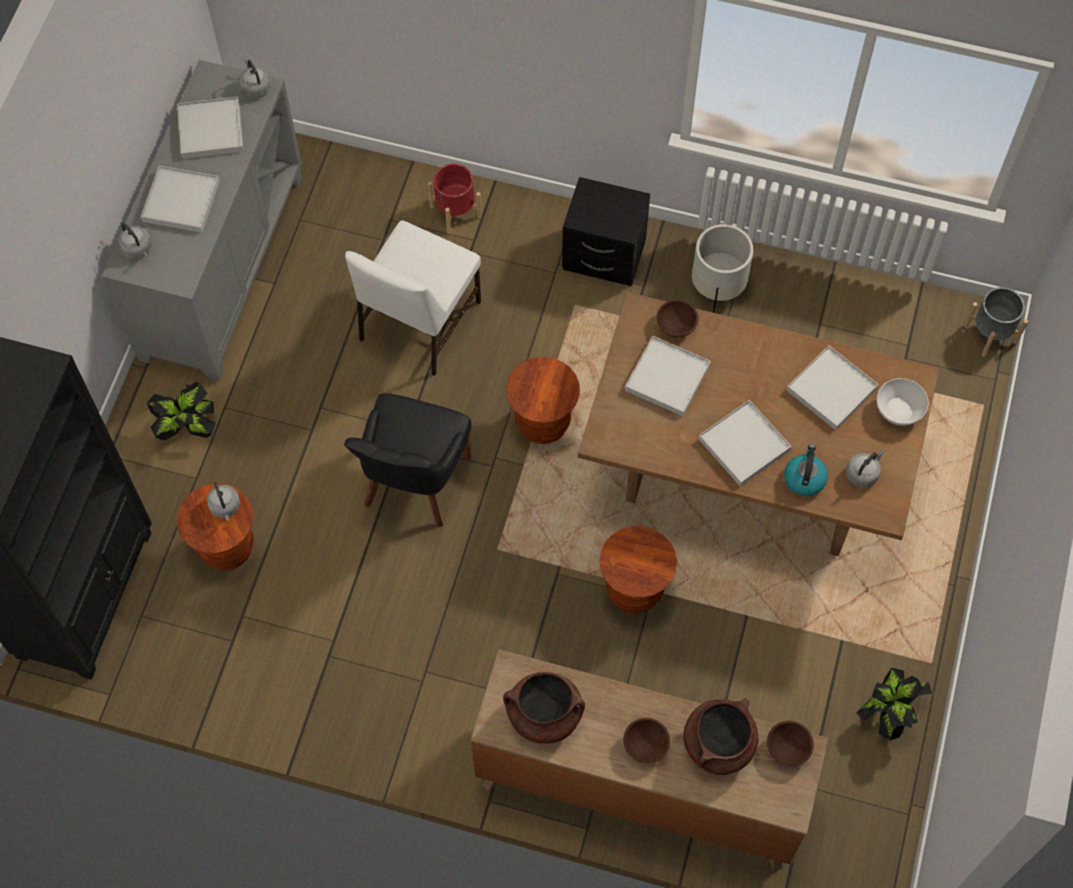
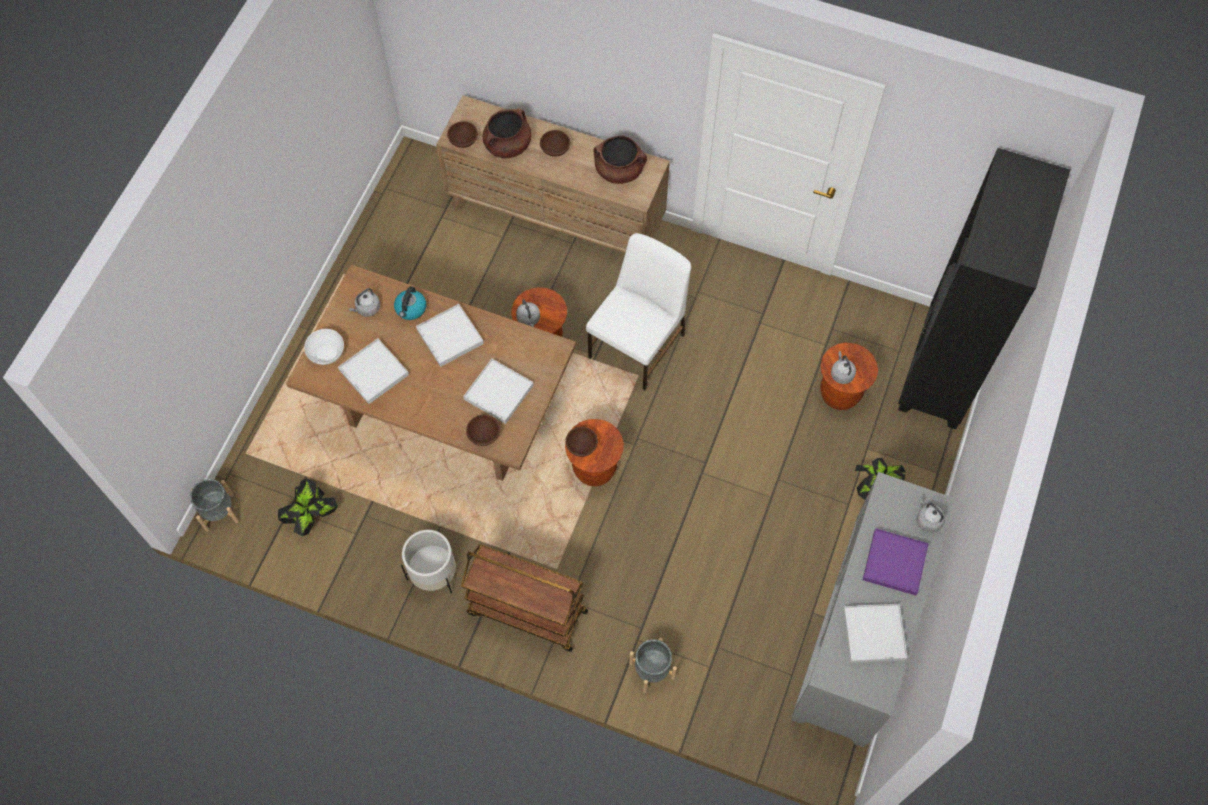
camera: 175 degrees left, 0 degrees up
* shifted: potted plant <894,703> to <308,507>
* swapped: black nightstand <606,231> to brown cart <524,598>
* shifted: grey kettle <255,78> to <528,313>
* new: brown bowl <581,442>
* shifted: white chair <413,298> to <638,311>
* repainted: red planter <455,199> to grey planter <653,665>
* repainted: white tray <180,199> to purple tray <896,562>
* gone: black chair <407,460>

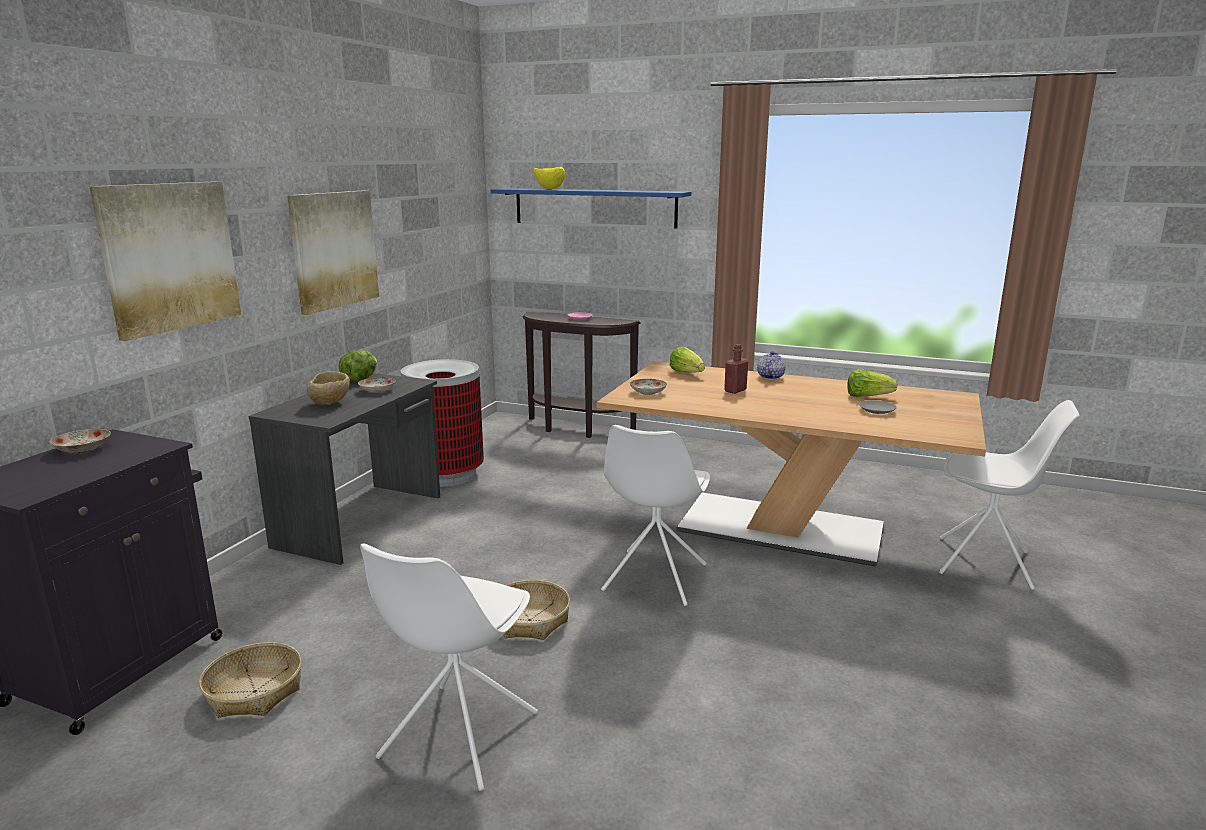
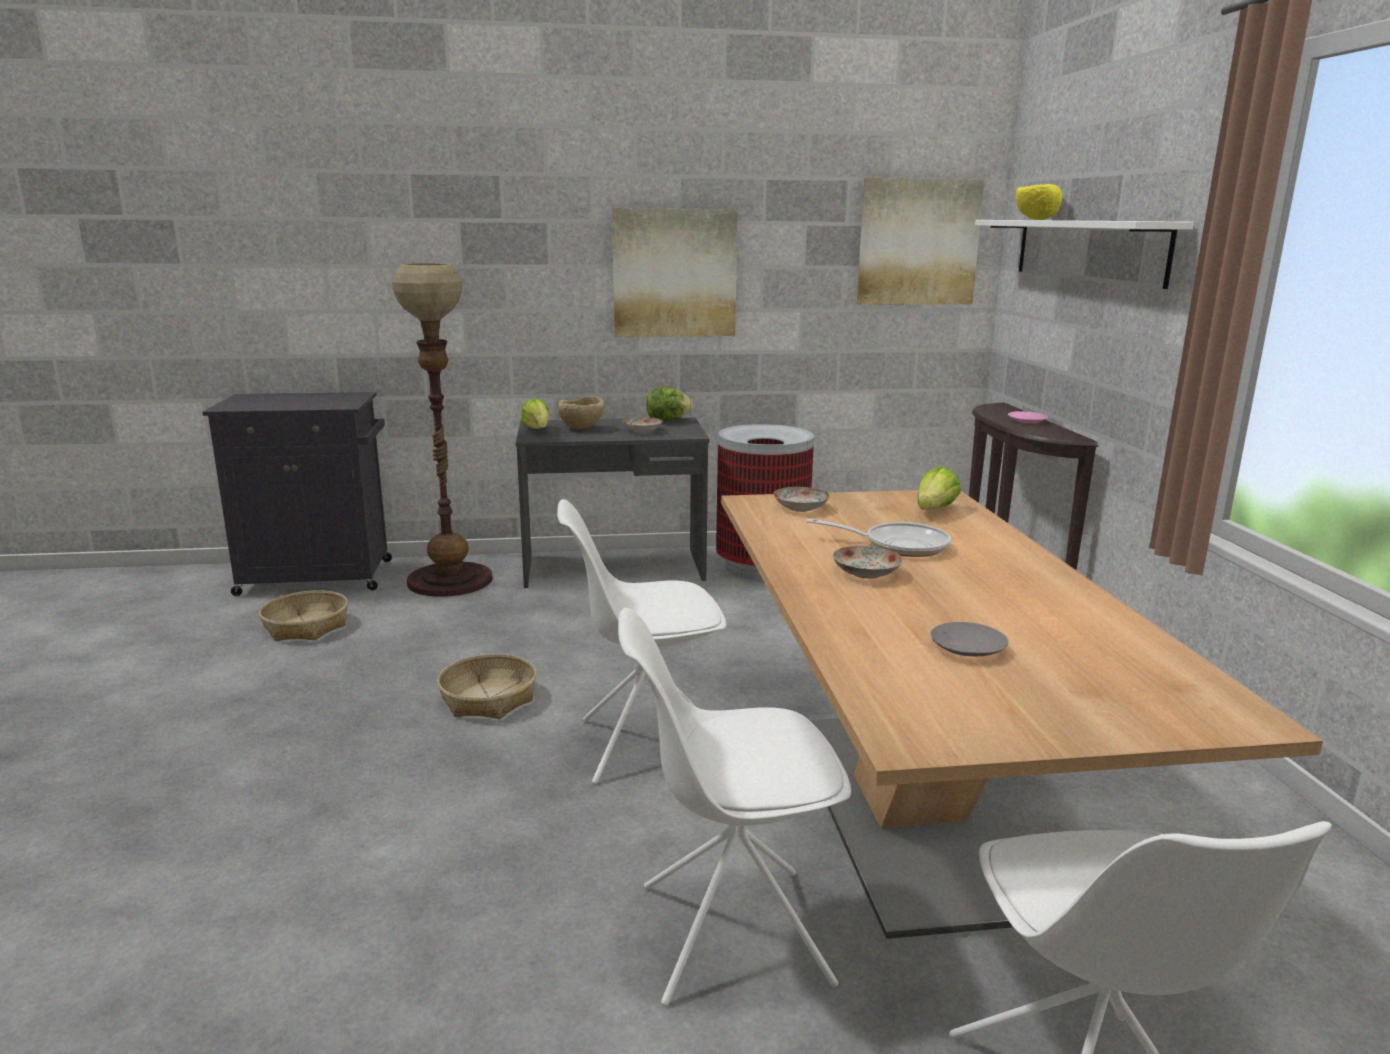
camera: 60 degrees right, 0 degrees up
* new: floor lamp <442,430>
* shifted: lettuce <872,383> to <535,413>
* shifted: white chair <449,667> to <734,807>
* swapped: red bottle <736,369> to frying pan <879,538>
* shifted: plate <80,441> to <868,562>
* shifted: picture <165,261> to <921,241>
* repainted: blue shelf <591,208> to white shelf <1084,254>
* gone: teapot <771,365>

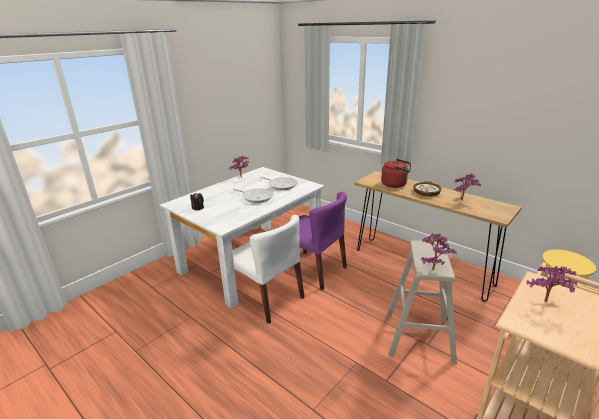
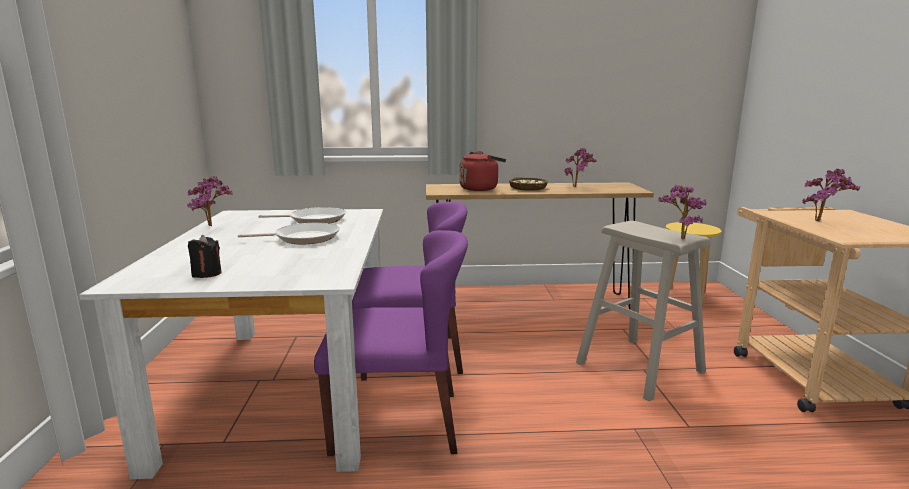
camera: 45 degrees left, 10 degrees down
* repainted: white chair <268,269> to purple chair <391,343>

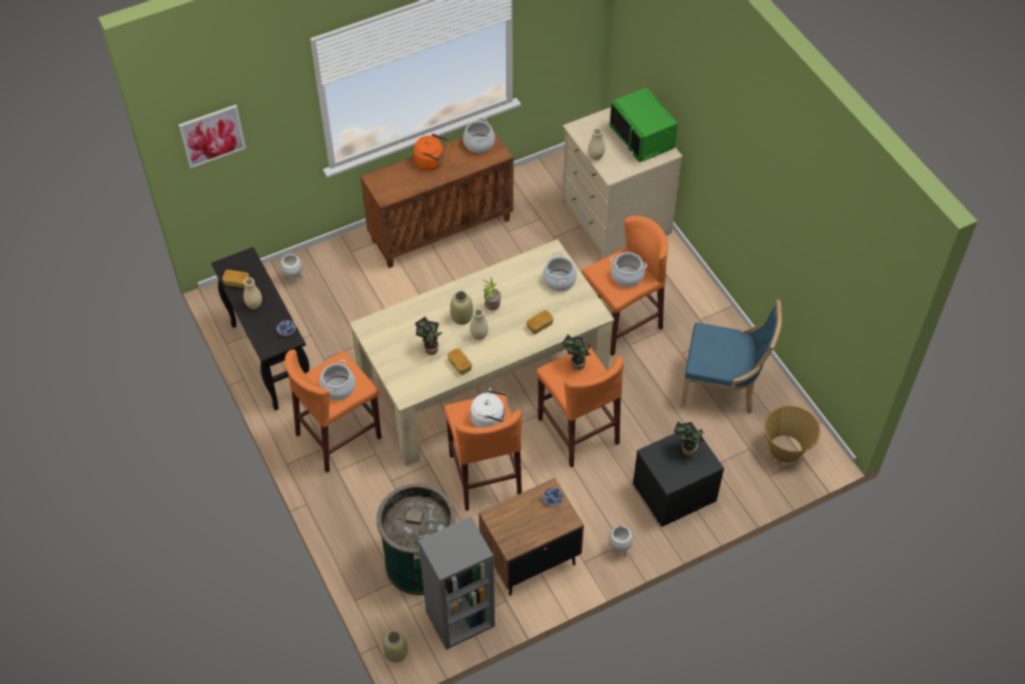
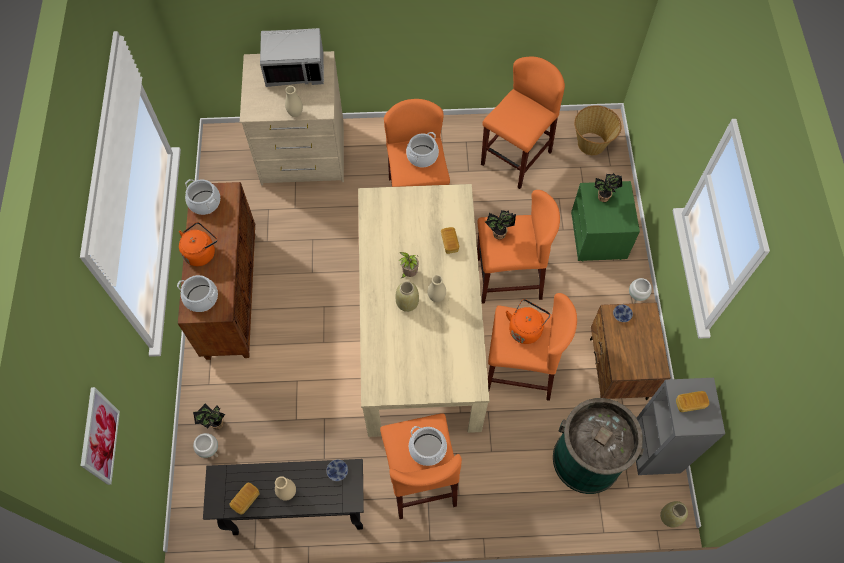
camera: 65 degrees left, 10 degrees up
* shifted: cooking pot <560,272> to <197,293>
* shifted: potted plant <428,336> to <209,416>
* repainted: green microwave <643,124> to grey microwave <292,57>
* swapped: blue chair <730,357> to orange stool <523,123>
* repainted: white kettle <489,408> to orange kettle <528,321>
* repainted: black nightstand <678,476> to green nightstand <605,221>
* shifted: bread <459,361> to <692,401>

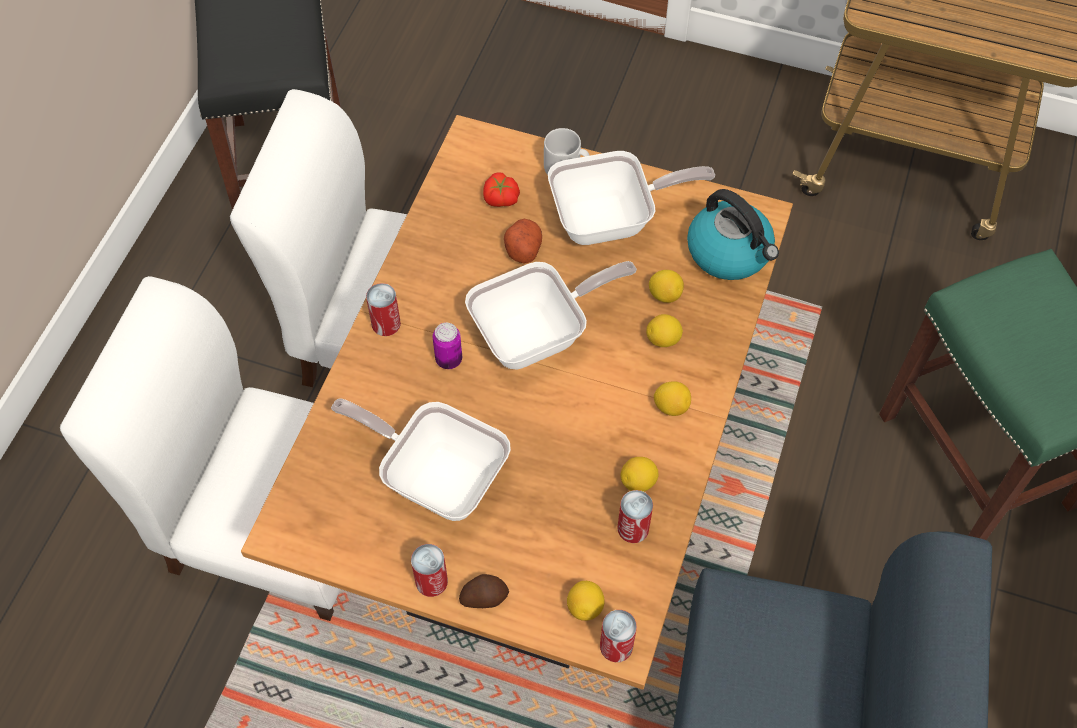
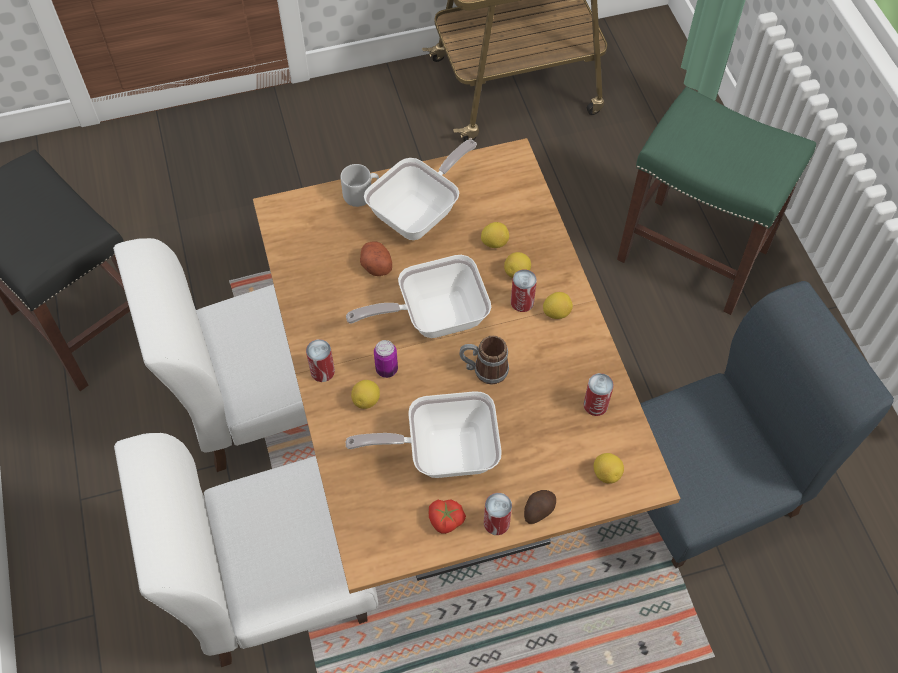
camera: 35 degrees left, 0 degrees up
* rotated: frying pan <551,315> = <418,296> 135 degrees counterclockwise
* shifted: lemon <640,474> to <365,394>
* shifted: tomato <501,189> to <447,516>
* new: mug <484,360>
* shifted: can <618,636> to <524,290>
* gone: kettle <733,234>

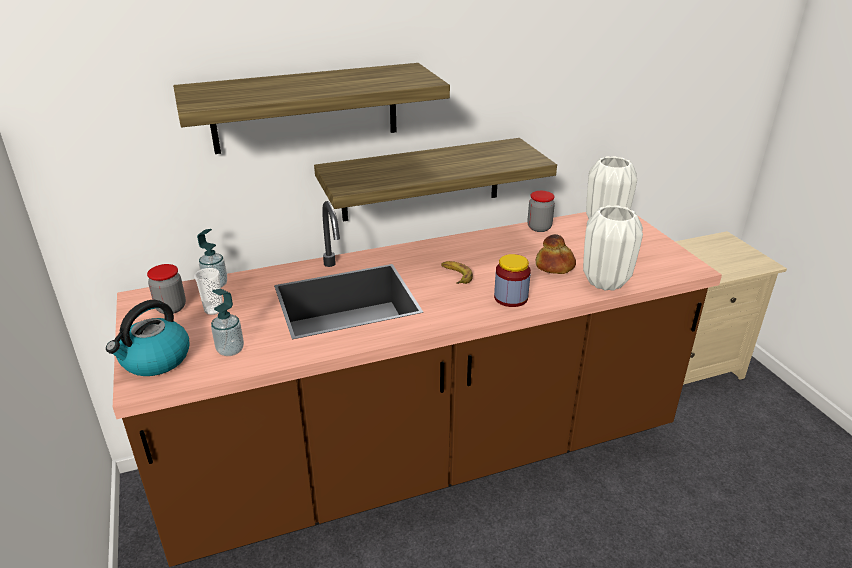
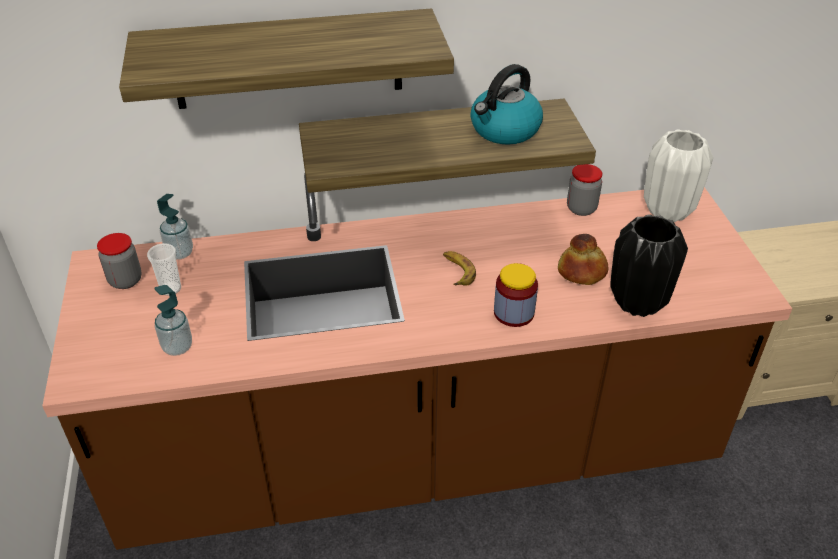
camera: 10 degrees right, 10 degrees up
* shifted: kettle <148,338> to <506,104>
* repainted: white vase <613,248> to black vase <649,265>

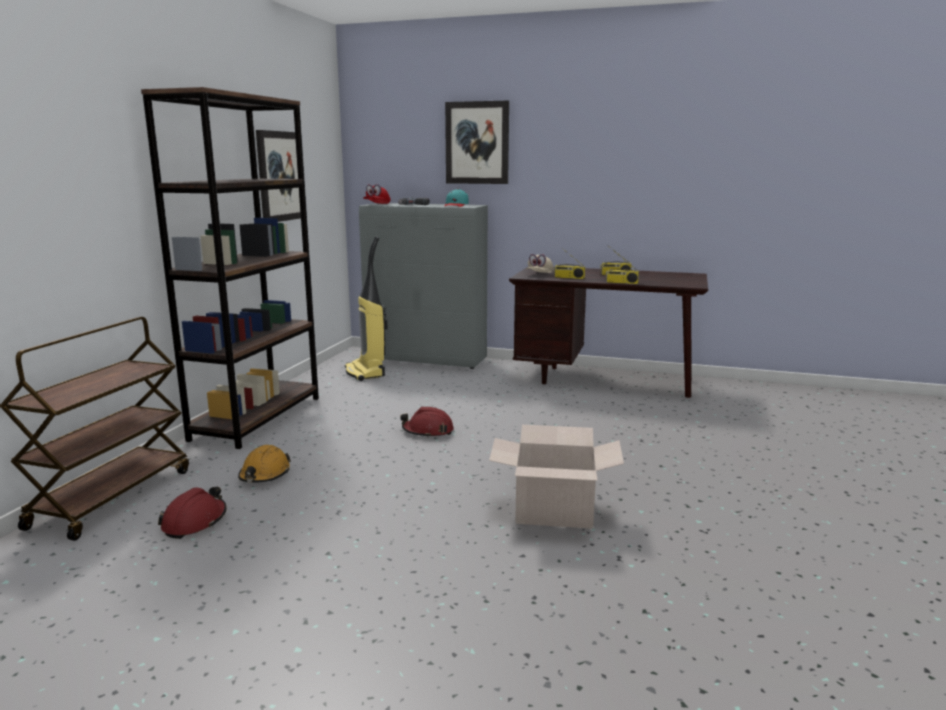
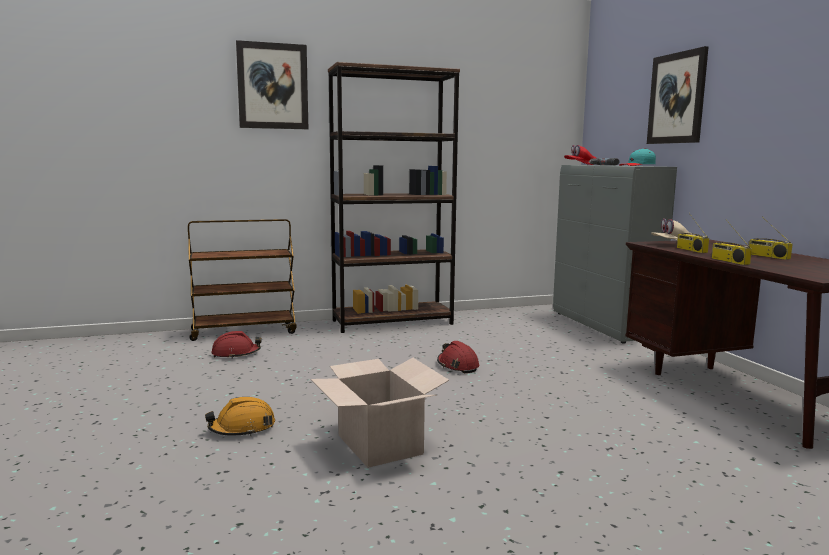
camera: 55 degrees right, 5 degrees down
* shifted: orange hard hat <264,464> to <240,416>
* shifted: picture <278,176> to <272,84>
* gone: vacuum cleaner <366,308>

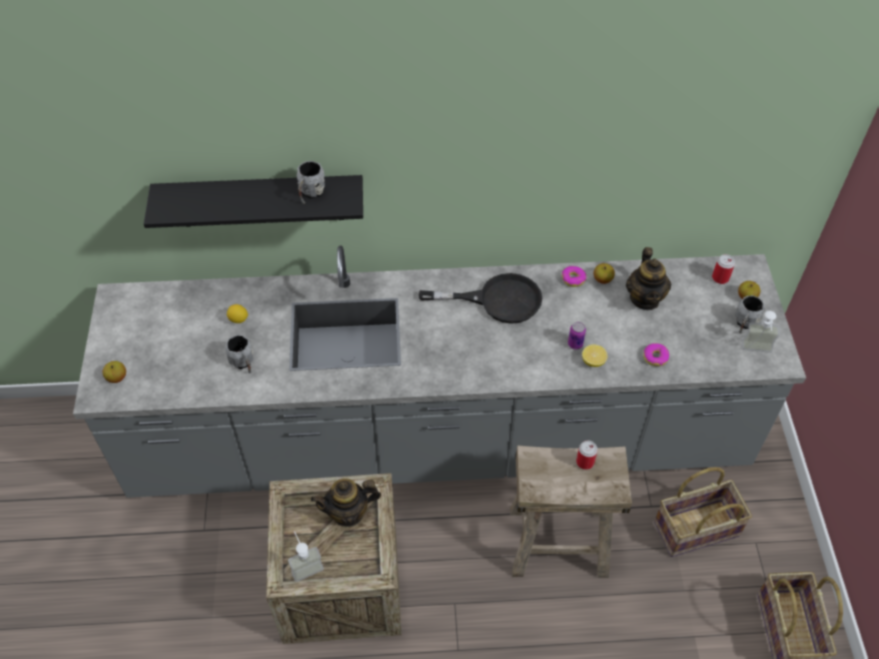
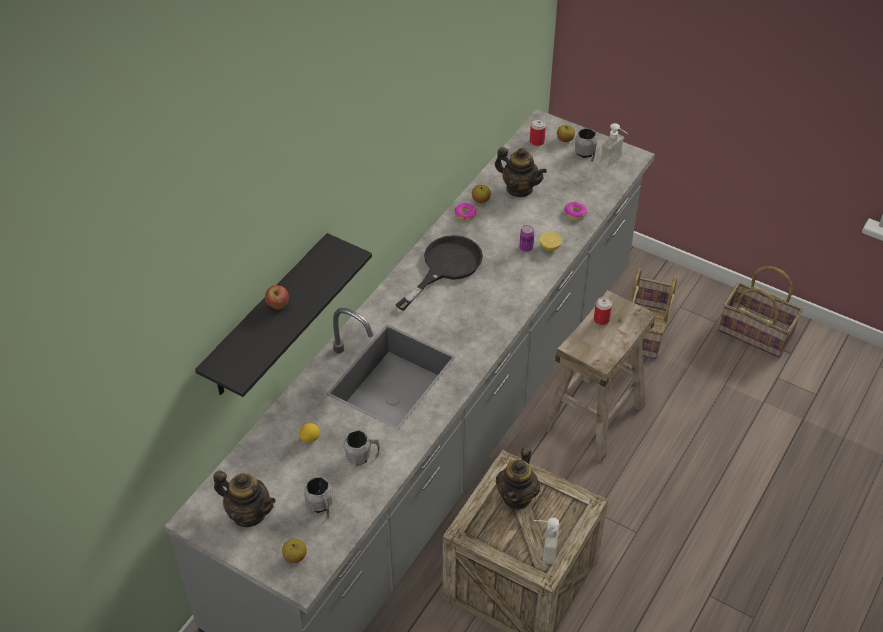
camera: 55 degrees left, 5 degrees down
* new: teapot <244,498>
* new: apple <277,297>
* shifted: grey mug <311,182> to <318,497>

